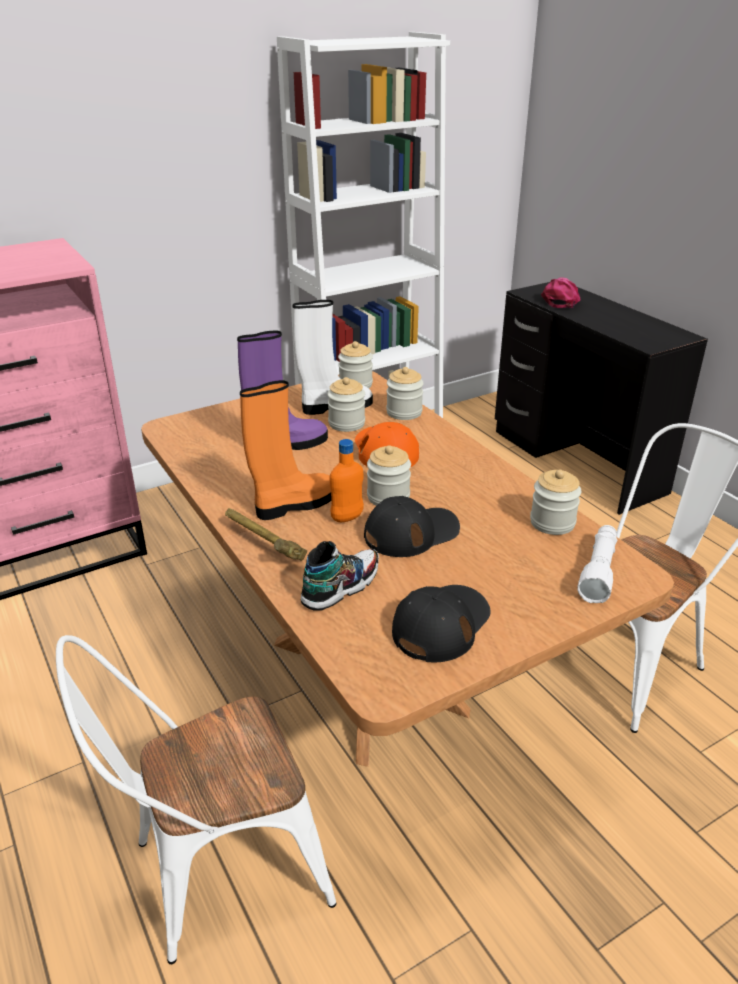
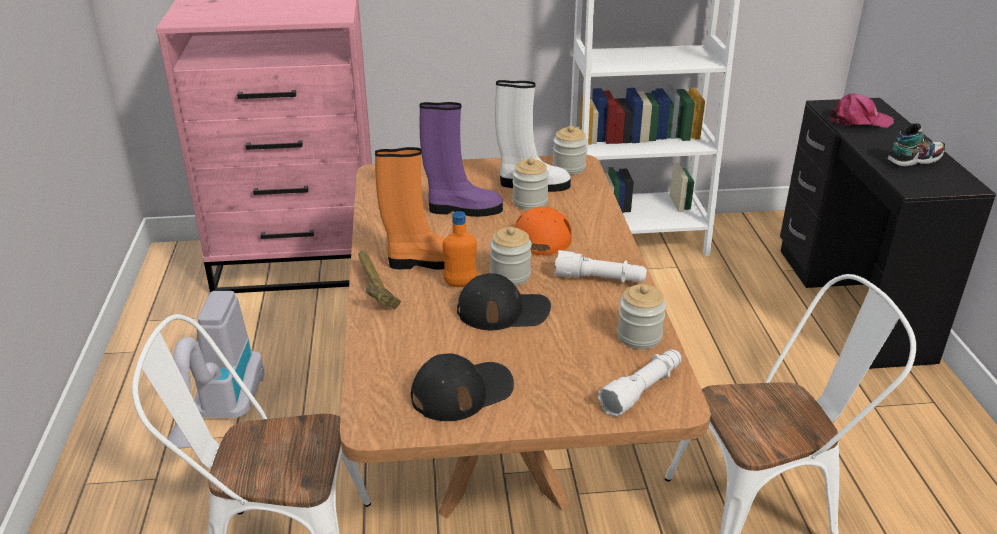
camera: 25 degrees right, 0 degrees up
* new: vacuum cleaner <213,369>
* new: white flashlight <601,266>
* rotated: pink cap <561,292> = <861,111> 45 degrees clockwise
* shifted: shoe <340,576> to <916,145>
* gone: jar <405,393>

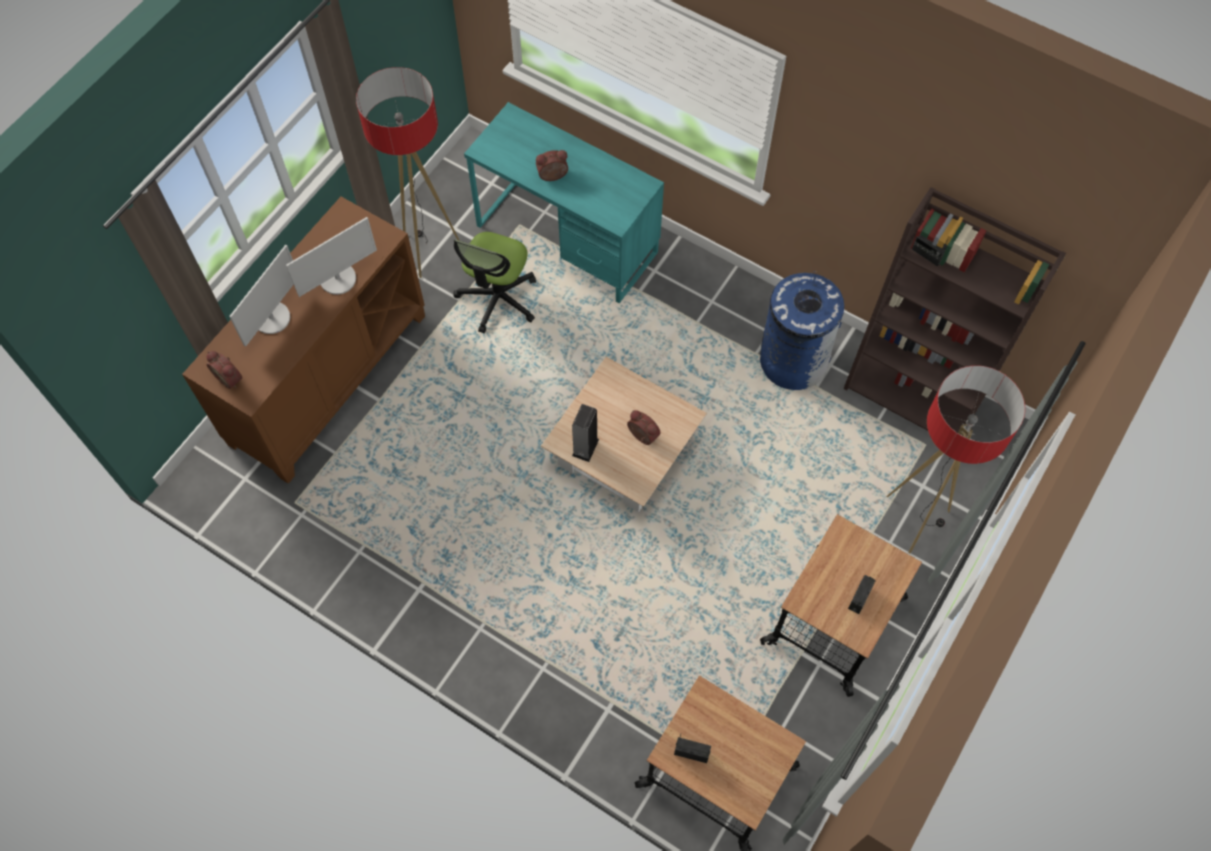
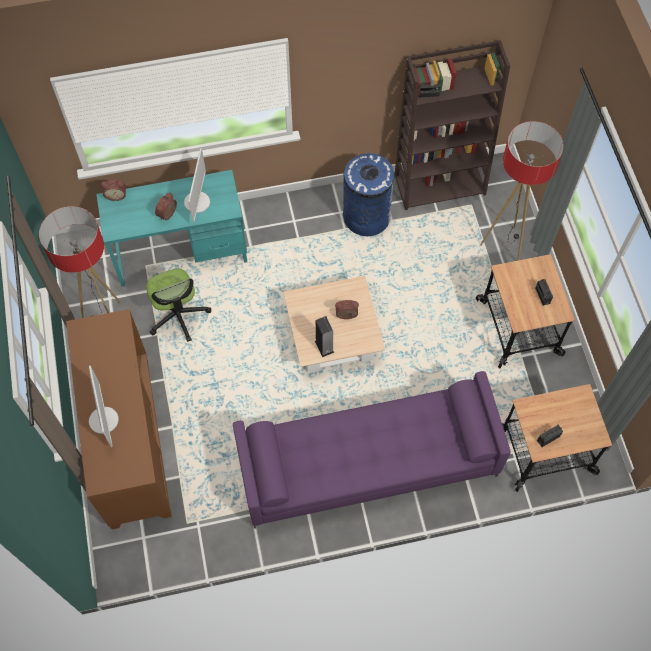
camera: 45 degrees left, 0 degrees up
* shifted: alarm clock <224,370> to <113,190>
* shifted: monitor <331,257> to <197,185>
* new: purple sofa <372,450>

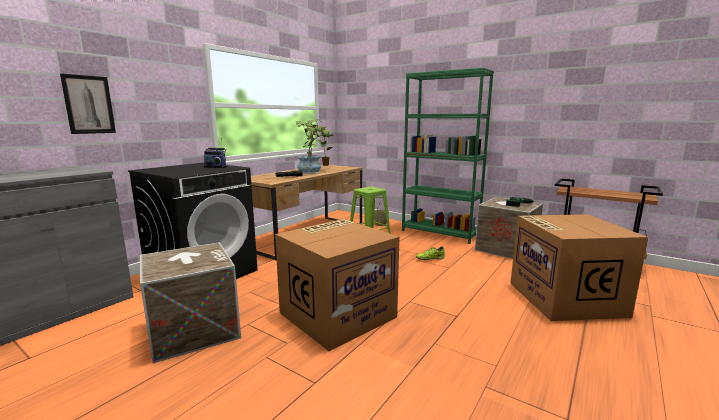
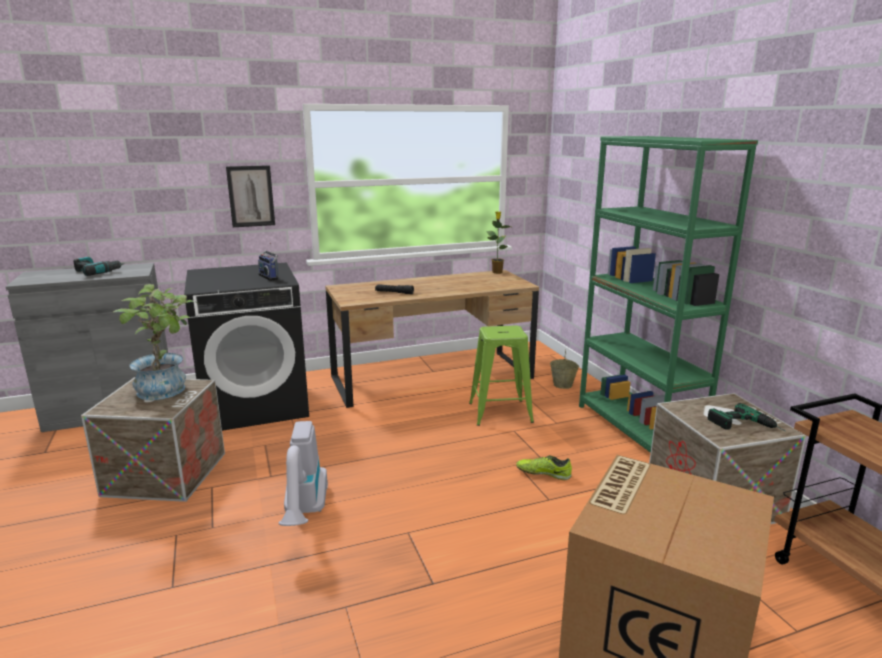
camera: 35 degrees right, 5 degrees up
* new: power drill <99,266>
* shifted: potted plant <314,146> to <156,342>
* shifted: picture <88,103> to <250,196>
* swapped: cardboard box <337,285> to vacuum cleaner <303,473>

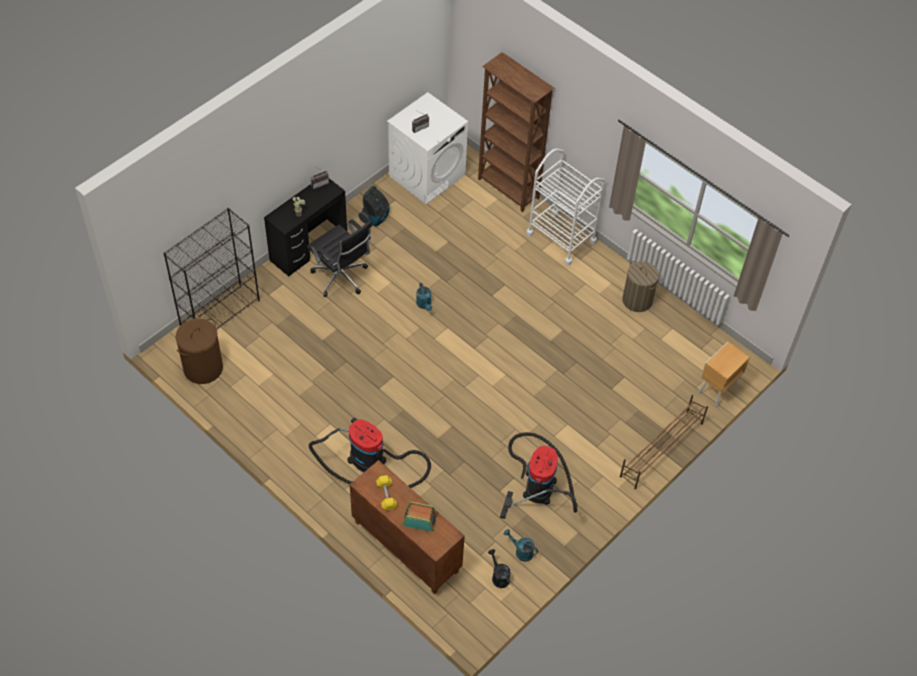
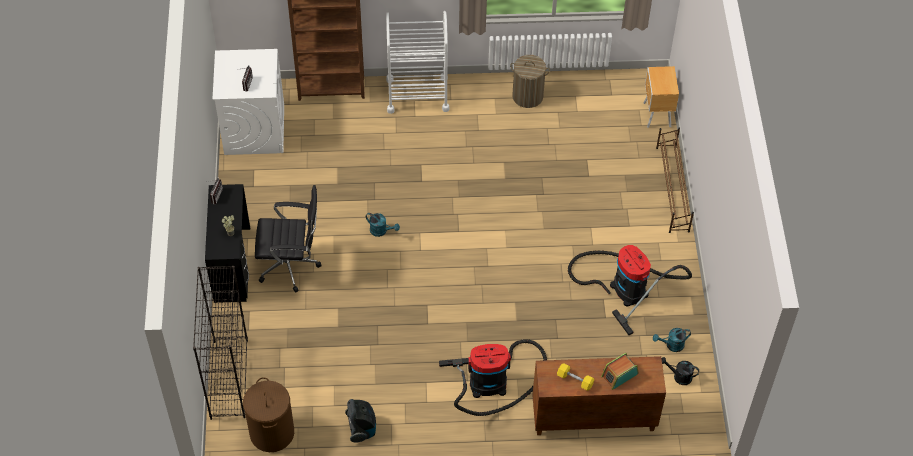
camera: 45 degrees left, 0 degrees up
* shifted: vacuum cleaner <374,206> to <360,421>

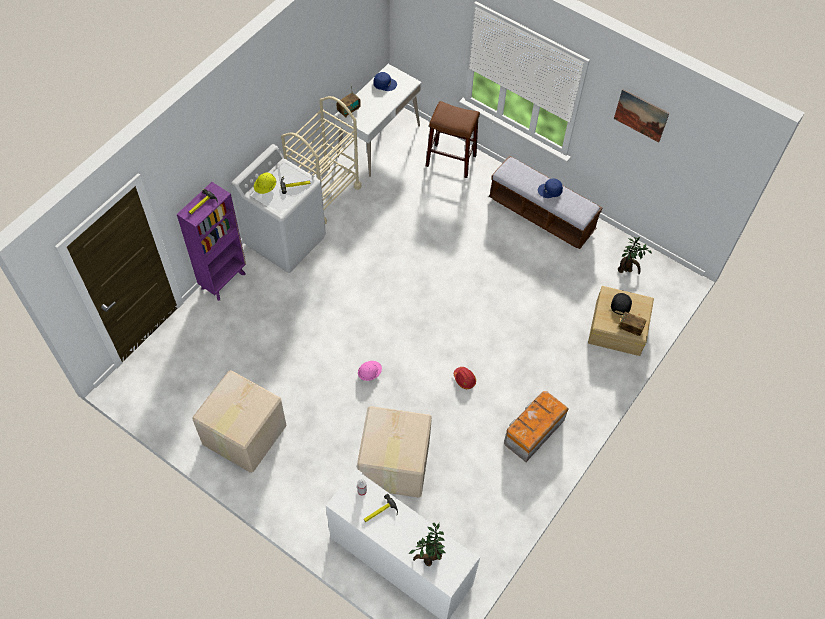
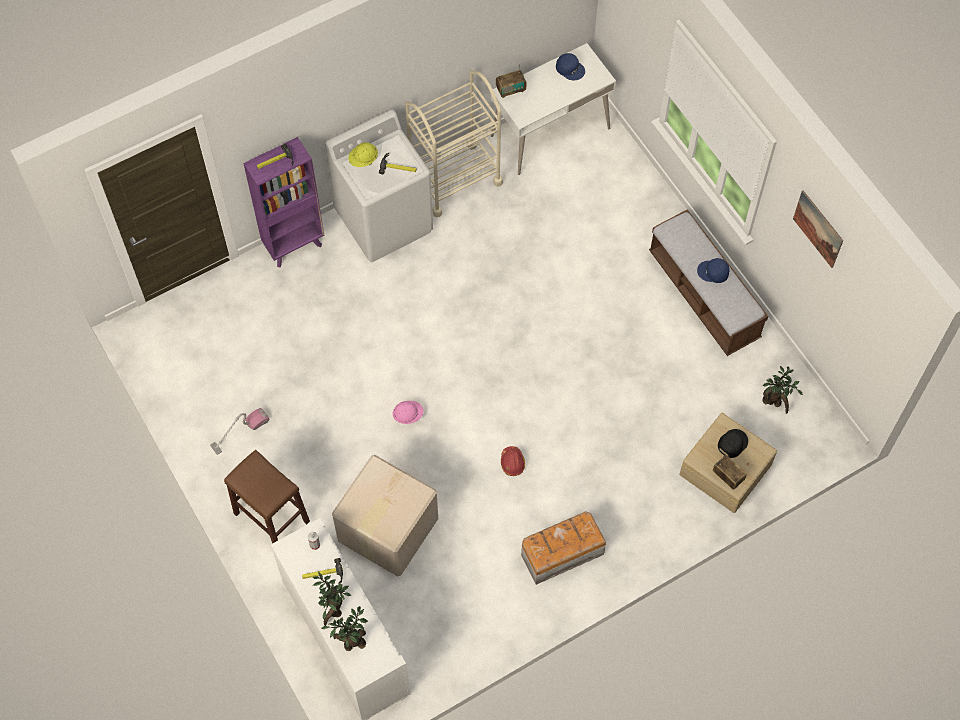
camera: 25 degrees right, 5 degrees up
* swapped: cardboard box <239,421> to vacuum cleaner <239,431>
* shifted: brown stool <453,139> to <267,497>
* new: potted plant <332,599>

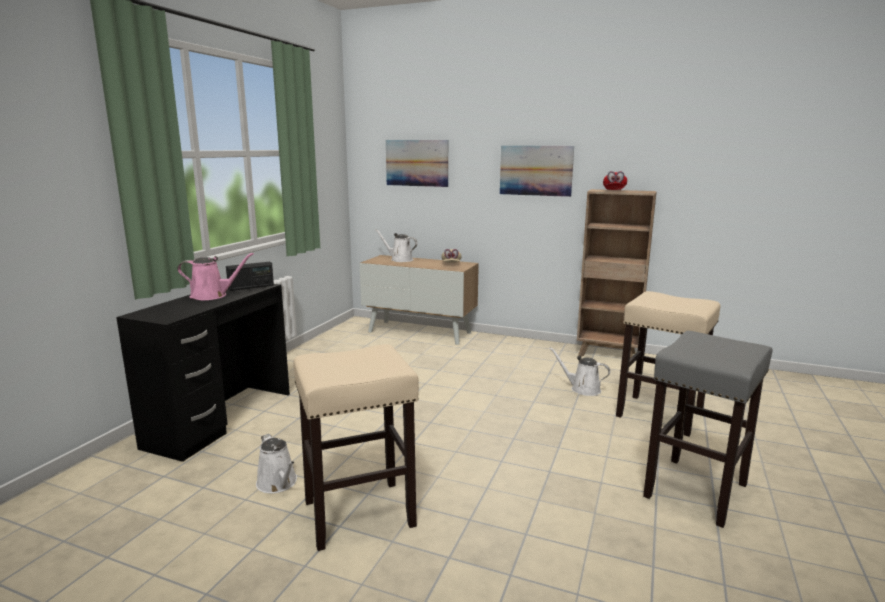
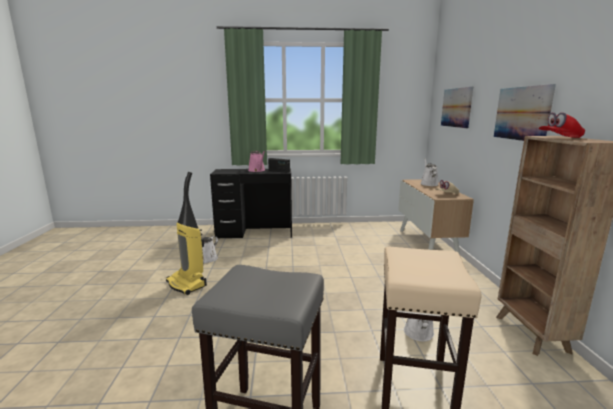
camera: 65 degrees right, 0 degrees up
* swapped: beige stool <356,447> to vacuum cleaner <186,233>

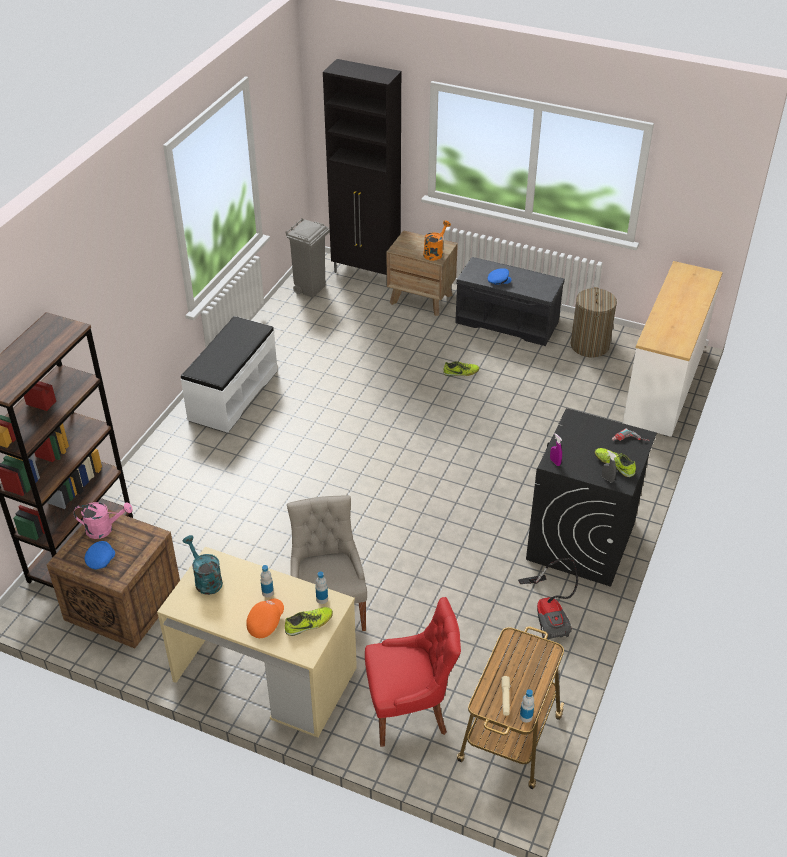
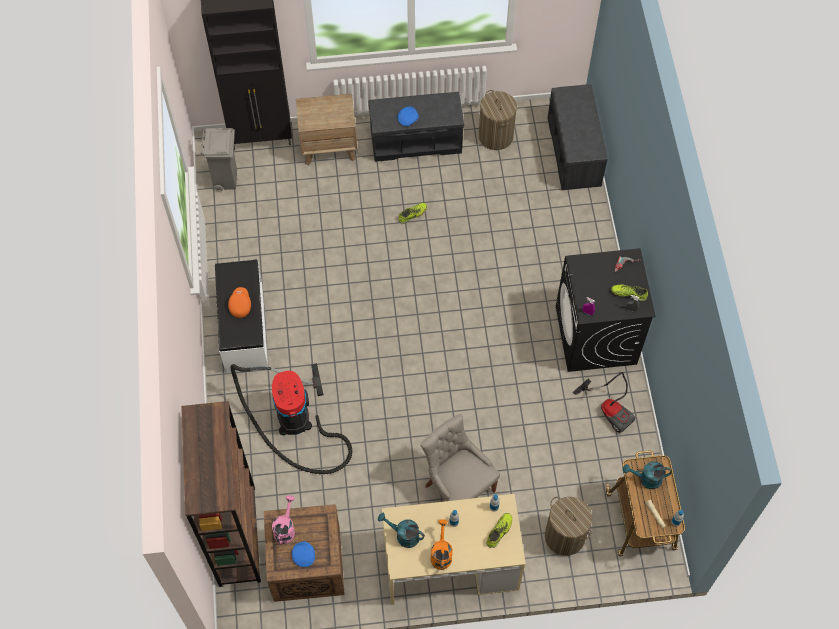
camera: 30 degrees left, 20 degrees up
* shifted: orange cap <265,618> to <239,302>
* new: vacuum cleaner <291,418>
* rotated: pink watering can <103,520> = <283,519> 45 degrees counterclockwise
* shifted: orange watering can <437,240> to <442,544>
* swapped: red chair <413,672> to laundry basket <568,526>
* swapped: white dresser <673,349> to grey bench <578,137>
* new: turquoise watering can <647,475>

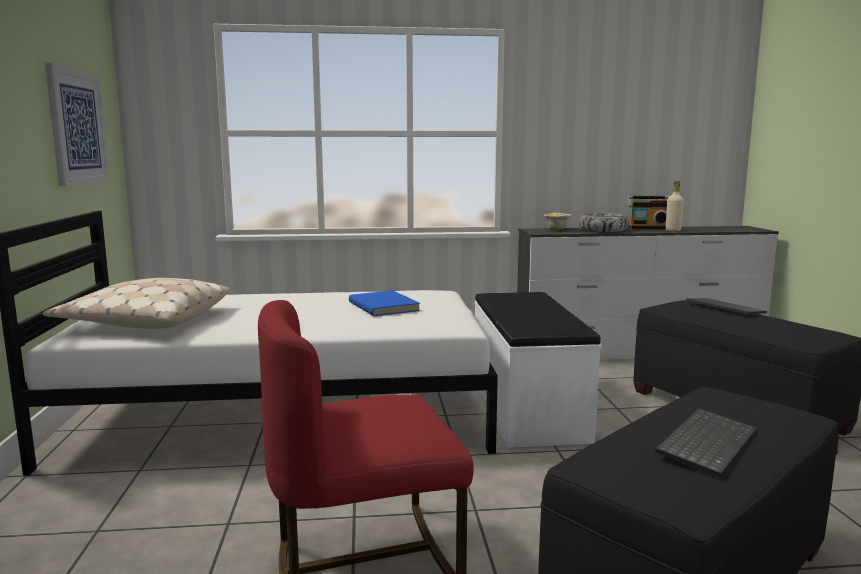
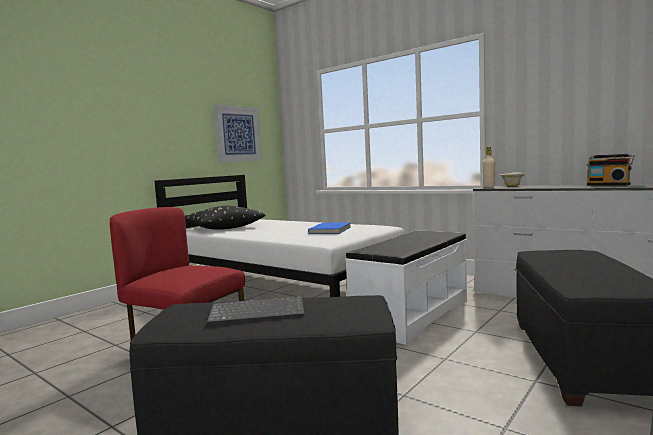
camera: 45 degrees right, 5 degrees down
* repainted: beige pillow <136,303> to black pillow <225,218>
* shifted: beige bottle <675,206> to <489,167>
* gone: bowl <604,222>
* gone: keyboard <726,306>

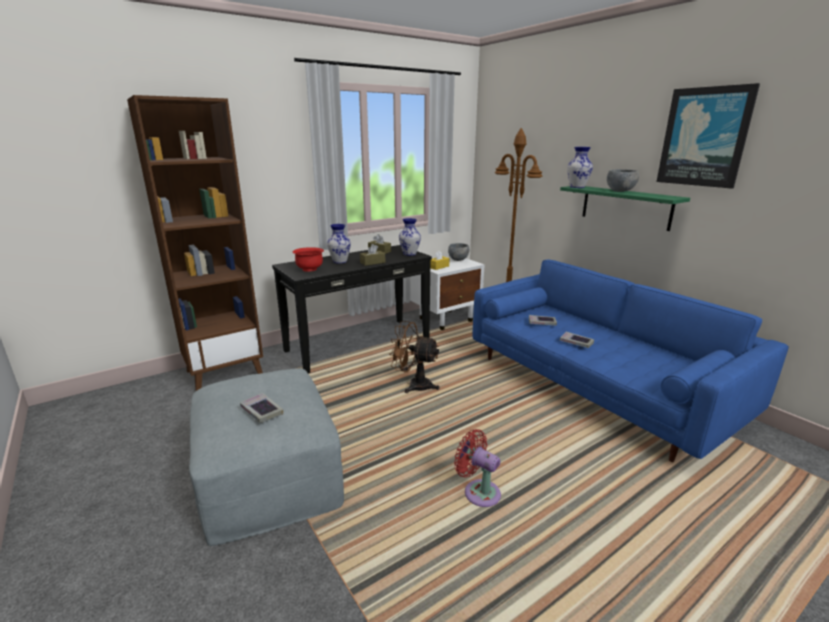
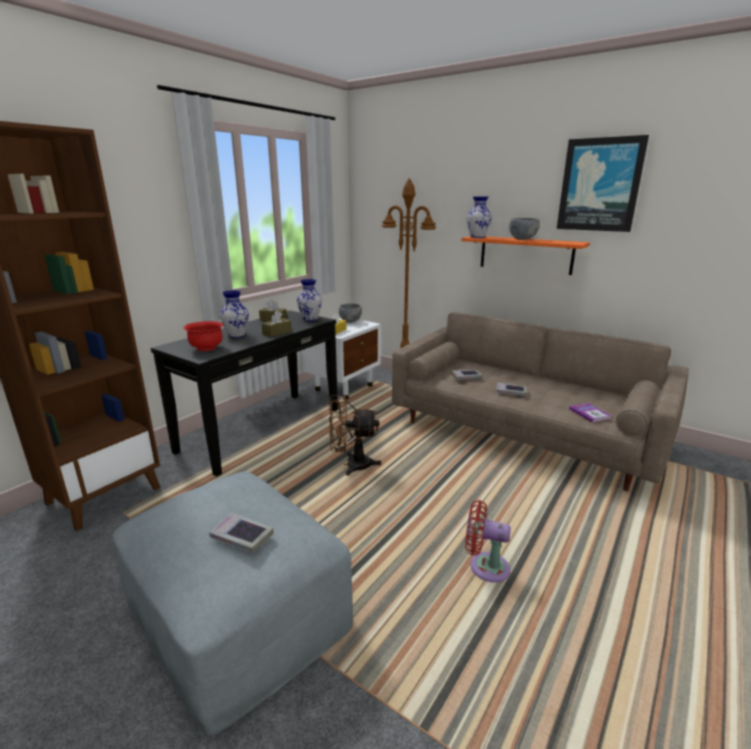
camera: 20 degrees left, 0 degrees up
* repainted: blue sofa <630,360> to beige sofa <540,401>
* repainted: green shelf <625,208> to orange shelf <525,255>
* new: book <590,413>

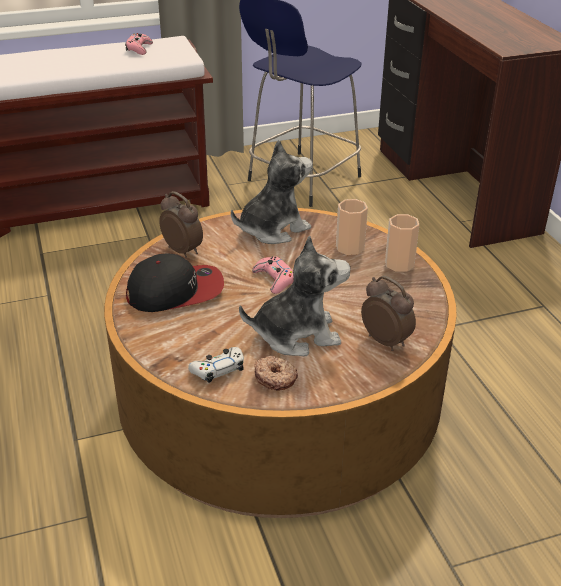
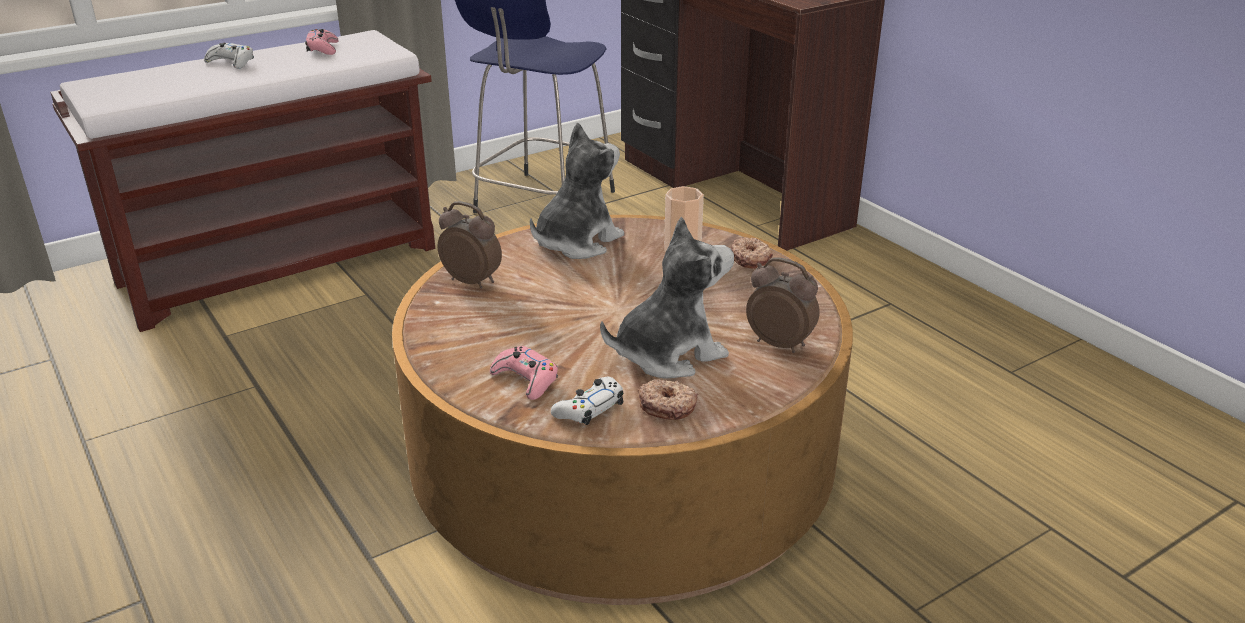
camera: 15 degrees left, 5 degrees down
* new: white game controller <229,56>
* shifted: pink game controller <273,275> to <524,373>
* swapped: cup <402,243> to donut <752,253>
* gone: cap <175,282>

